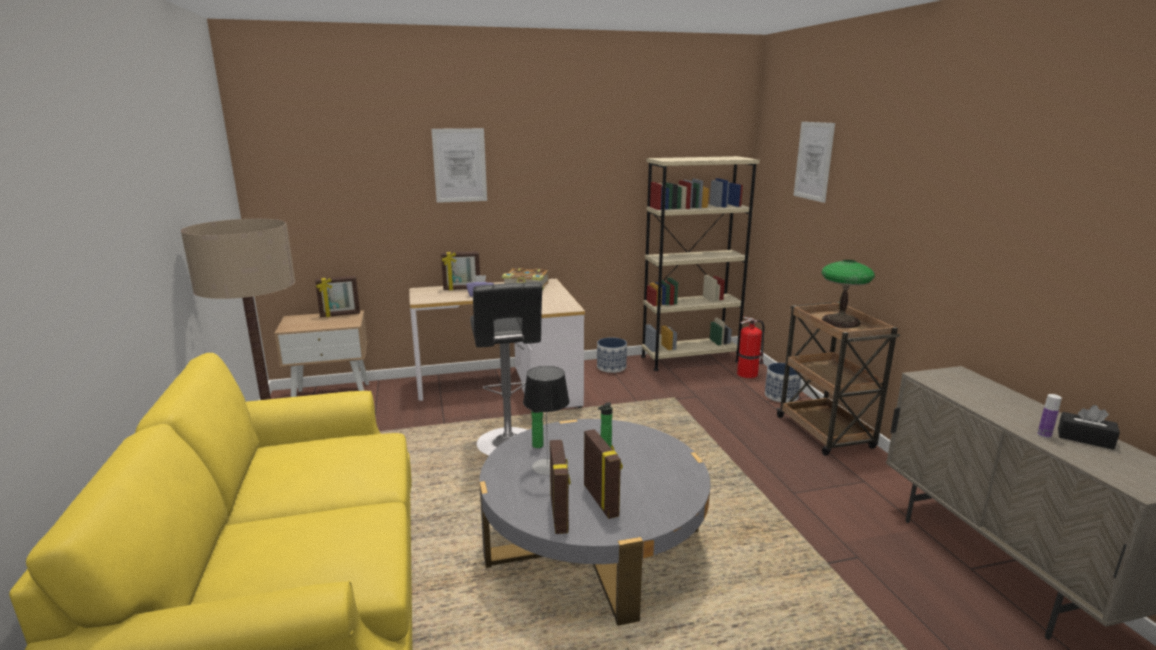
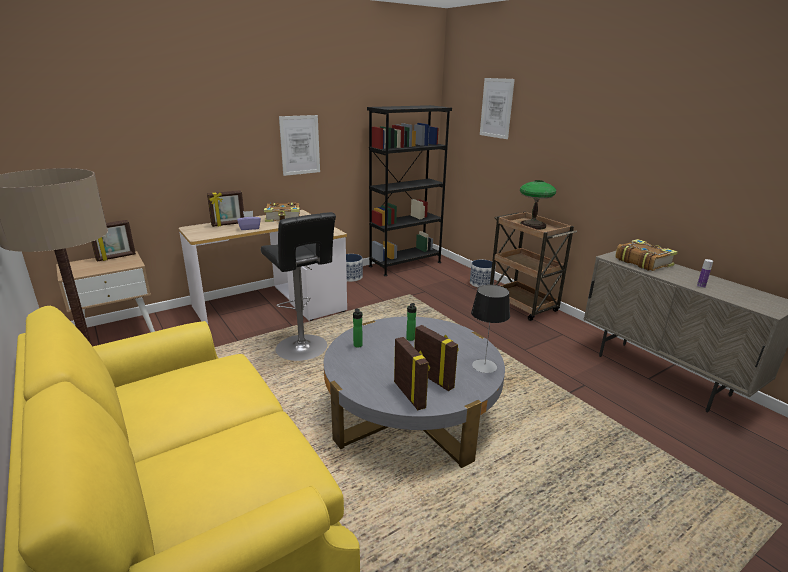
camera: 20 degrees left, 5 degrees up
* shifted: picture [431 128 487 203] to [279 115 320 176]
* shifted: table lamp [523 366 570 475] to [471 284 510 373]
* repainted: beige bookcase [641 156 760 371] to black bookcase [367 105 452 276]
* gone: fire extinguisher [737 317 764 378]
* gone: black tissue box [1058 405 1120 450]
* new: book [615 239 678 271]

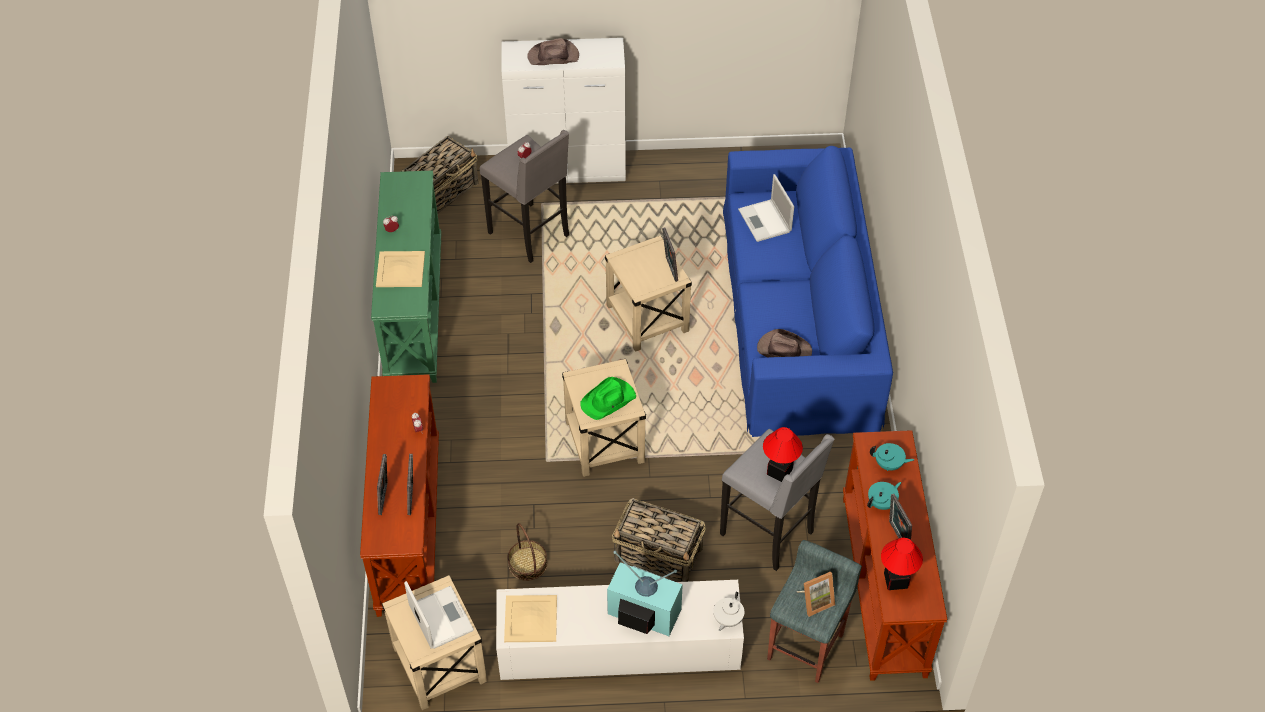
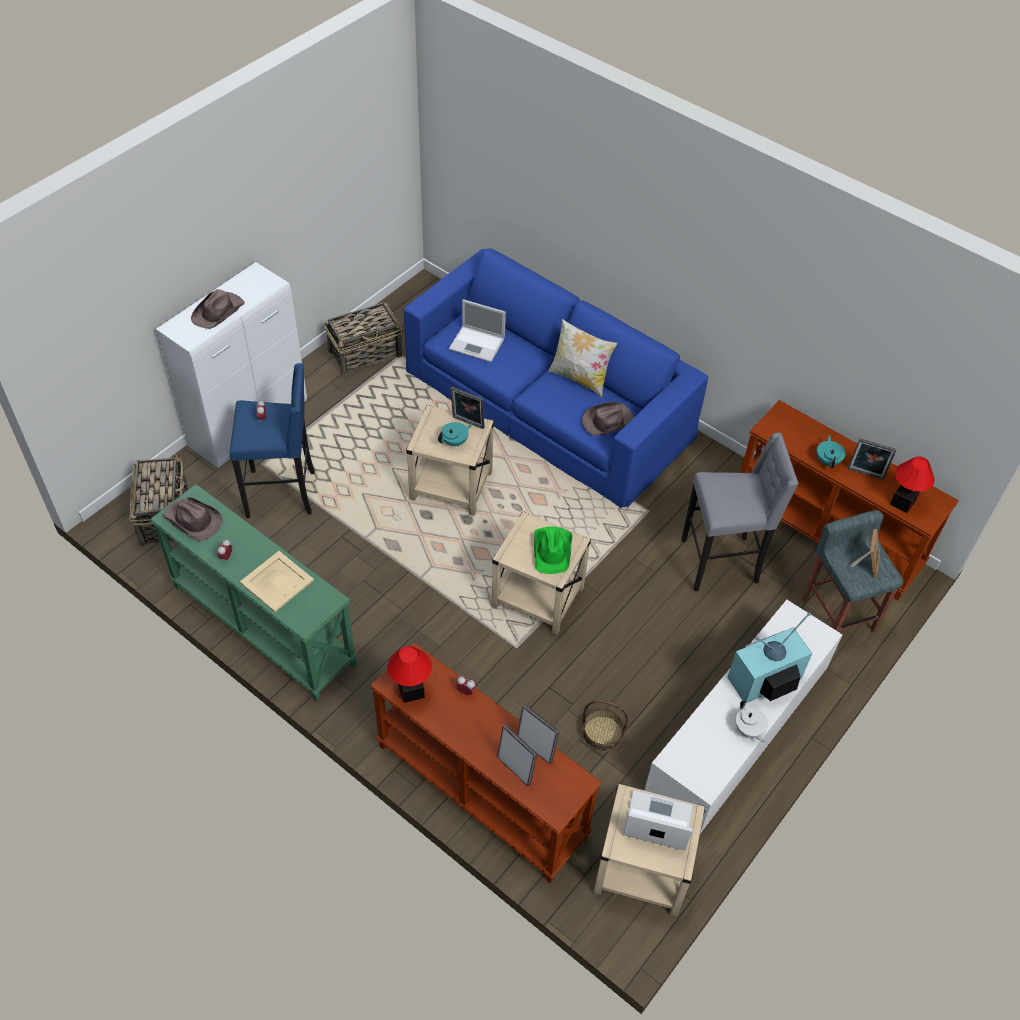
camera: 50 degrees left, 0 degrees up
* repainted: grey stool [480 130 569 263] to blue stool [230 363 315 518]
* gone: beige tray [504 595 557 642]
* shifted: basket [612 498 706 582] to [324 302 403 376]
* shifted: white teapot [713 591 744 631] to [736 700 768 743]
* shifted: table lamp [763 427 803 482] to [387 646 432 703]
* shifted: turquoise teapot [870 443 914 471] to [438 422 473 447]
* new: brown hat [163 497 223 541]
* new: pillow [548 319 618 397]

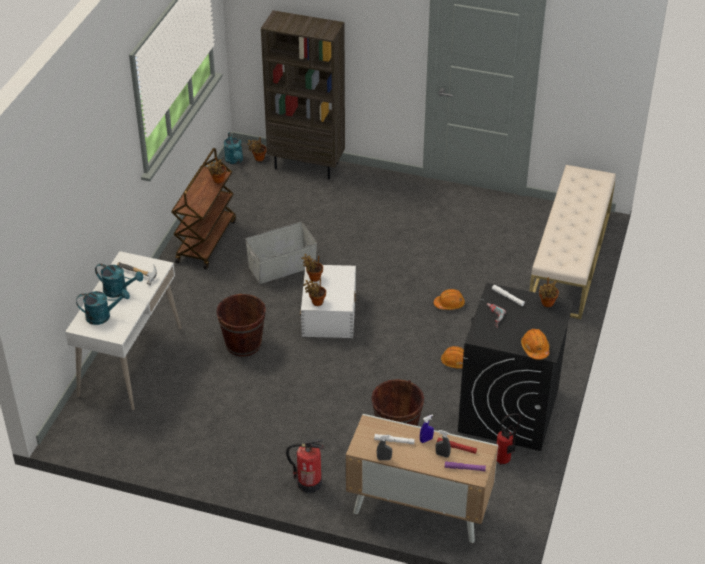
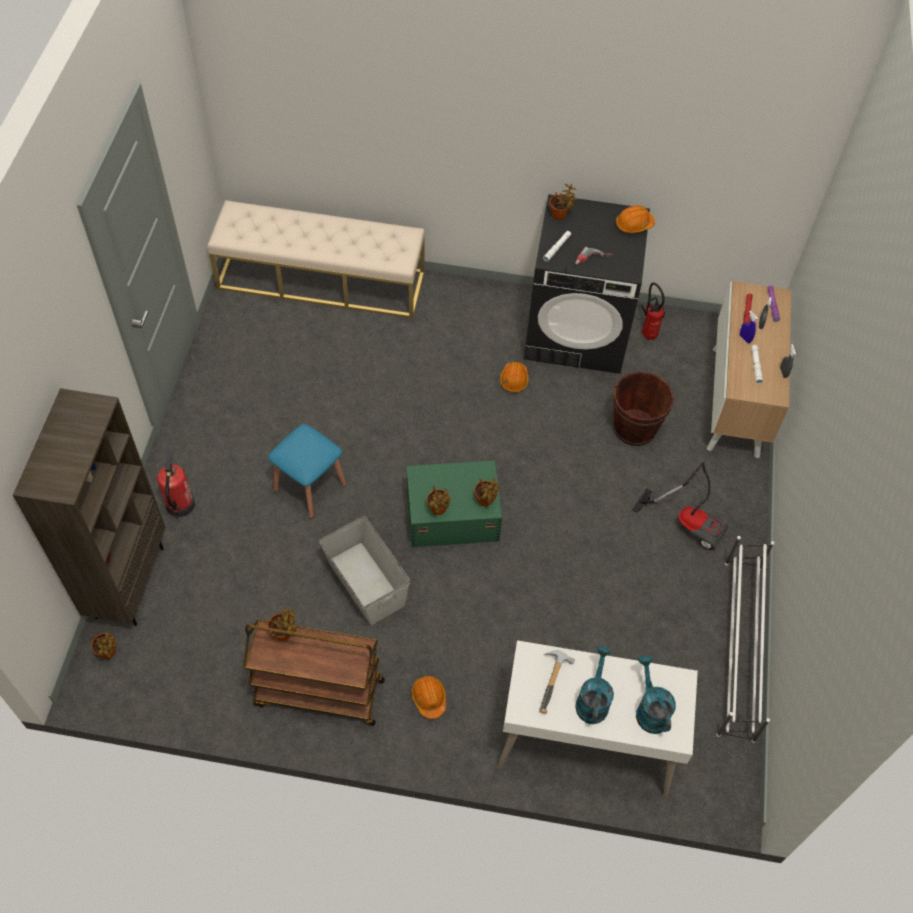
camera: 100 degrees left, 15 degrees up
* gone: brown bucket [216 294 266 357]
* gone: turquoise watering can [224 132 243 164]
* shifted: fire extinguisher [286 439 324 493] to [157 448 195 517]
* repainted: white storage box [300 265 356 338] to green storage box [407 461 502 547]
* shifted: orange hard hat [434 289 465 310] to [412 676 446 719]
* new: blue stool [268 424 346 519]
* new: vacuum cleaner [632 462 728 550]
* new: white shoe rack [716 536 774 743]

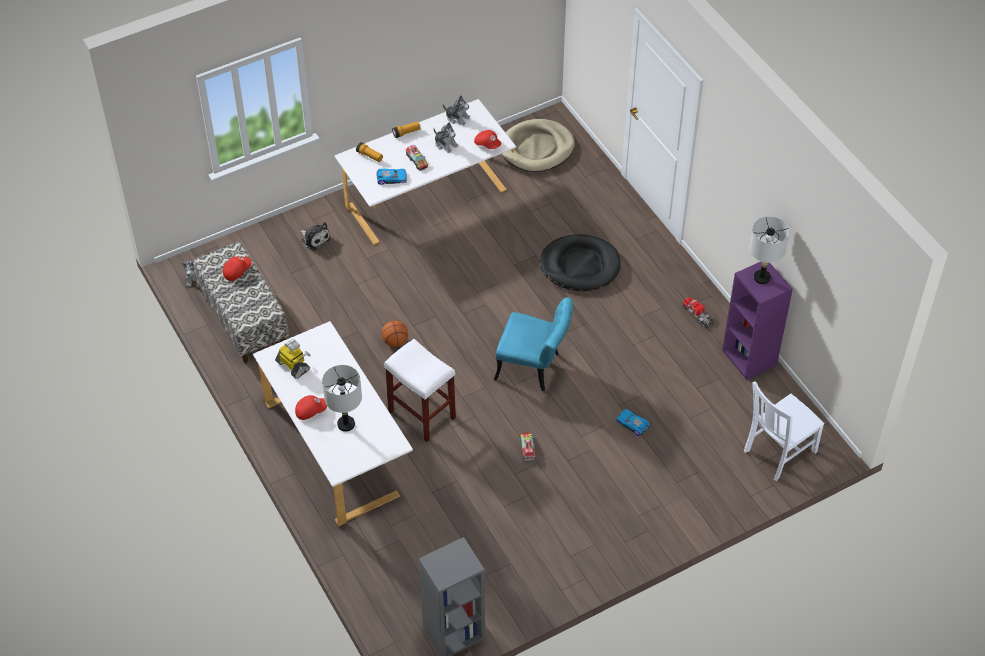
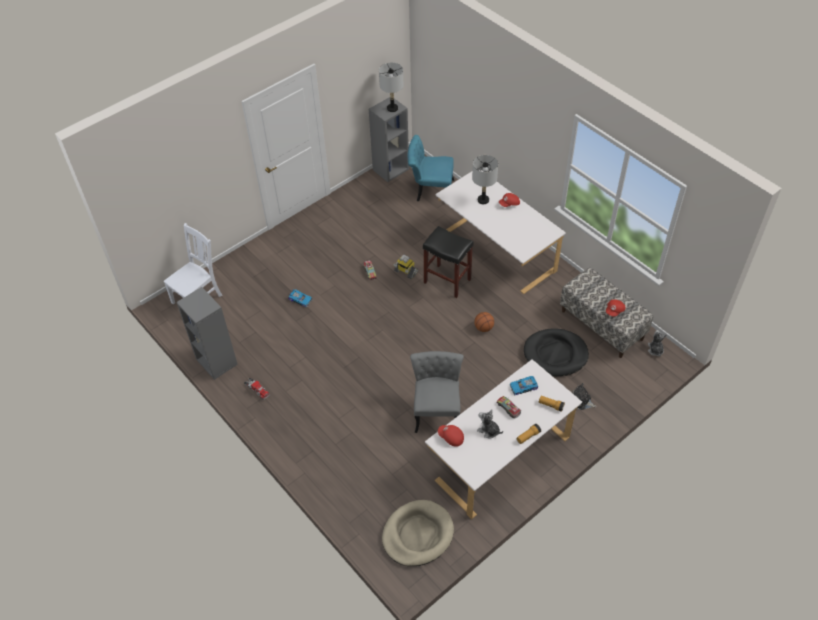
camera: 170 degrees right, 0 degrees up
* shifted: toy robot [275 338 310 379] to [393 255 418 279]
* repainted: white stool [384 339 456 442] to black stool [423 226 474 298]
* gone: plush toy [443 95 470 126]
* shifted: turquoise chair [494 297 573 391] to [407 135 454 201]
* shifted: black dog bed [540 234 621 291] to [524 328 589 377]
* repainted: purple bookcase [722 261 793 380] to grey bookcase [177 287 238 380]
* shifted: grey table lamp [749 216 789 284] to [379 62 404 112]
* new: grey chair [410 351 464 433]

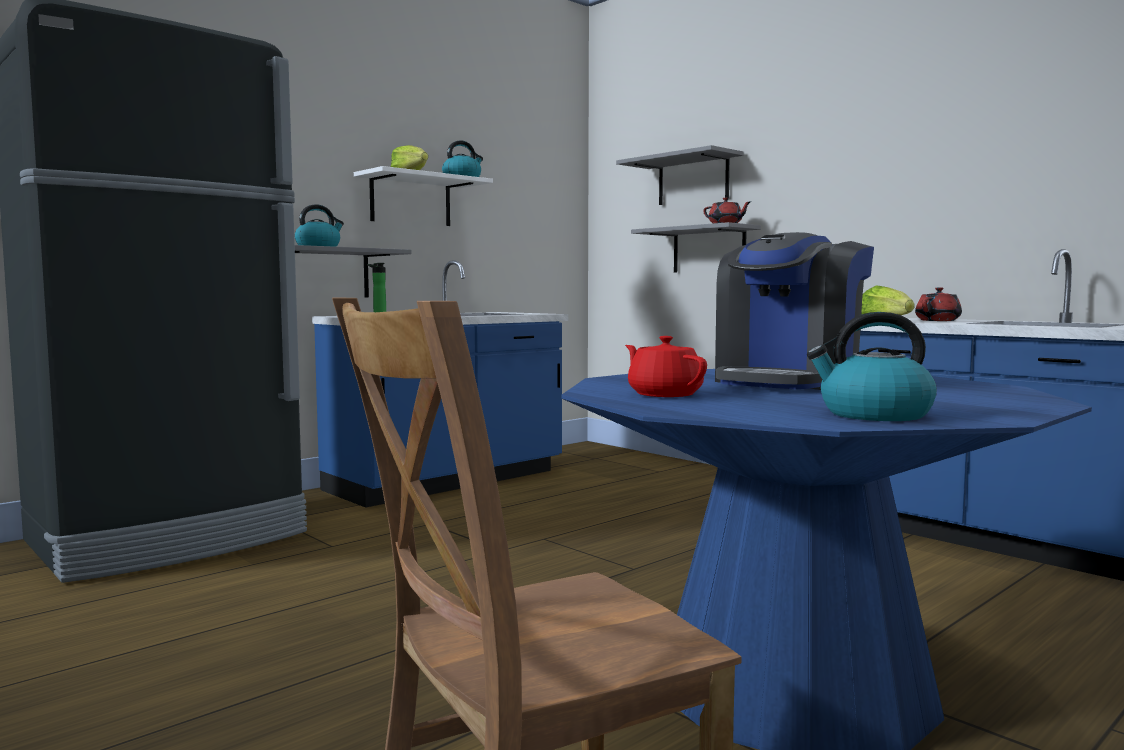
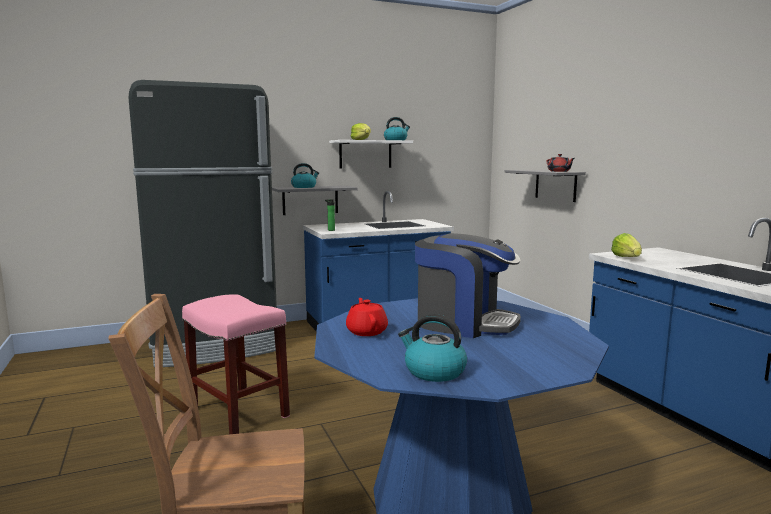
camera: 20 degrees right, 5 degrees up
* gone: grey shelf [616 145 744 205]
* rotated: coffee machine [715 232 874 390] = [415 233 521 338] 120 degrees counterclockwise
* gone: red teapot [915 287 962 321]
* new: pink stool [182 294 290 435]

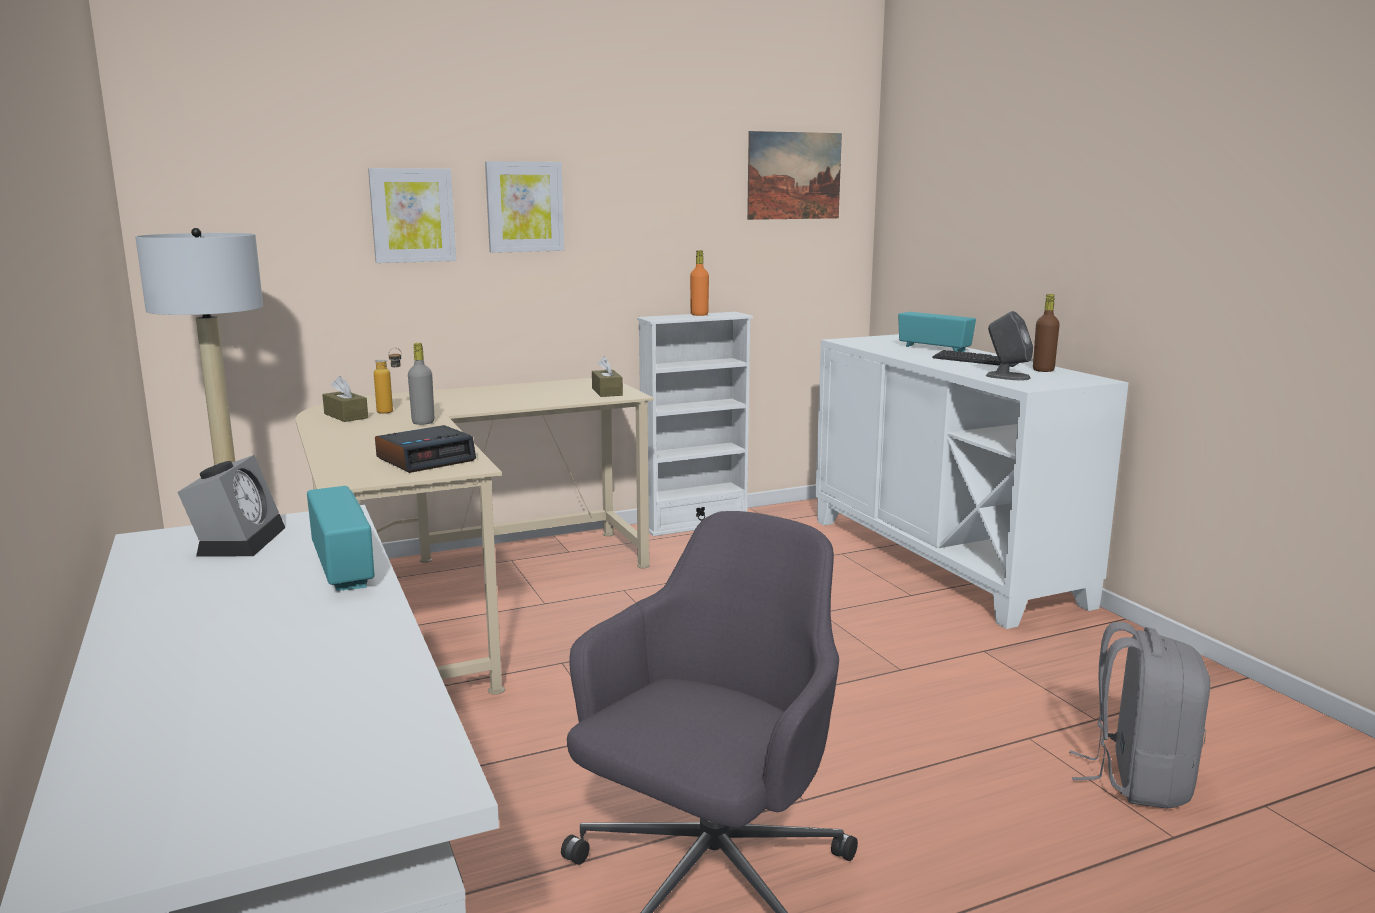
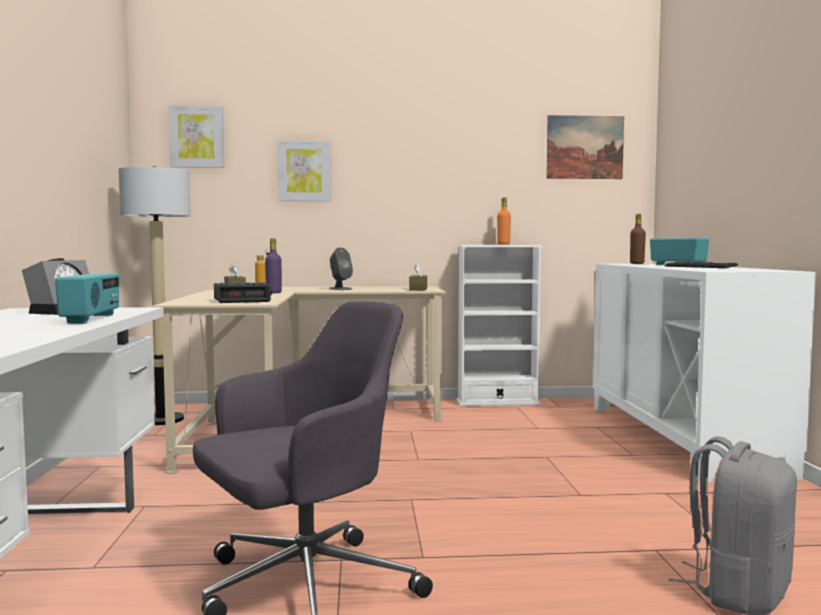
camera: 20 degrees right, 10 degrees down
* repainted: grey bottle [408 343 434 425] to purple bottle [265 238 282 293]
* shifted: picture [485 161 564 253] to [168 105 224 168]
* shifted: grey speaker [986 311 1033 380] to [329 248 353 290]
* shifted: brown bottle [1033 294 1060 372] to [630 214 646 264]

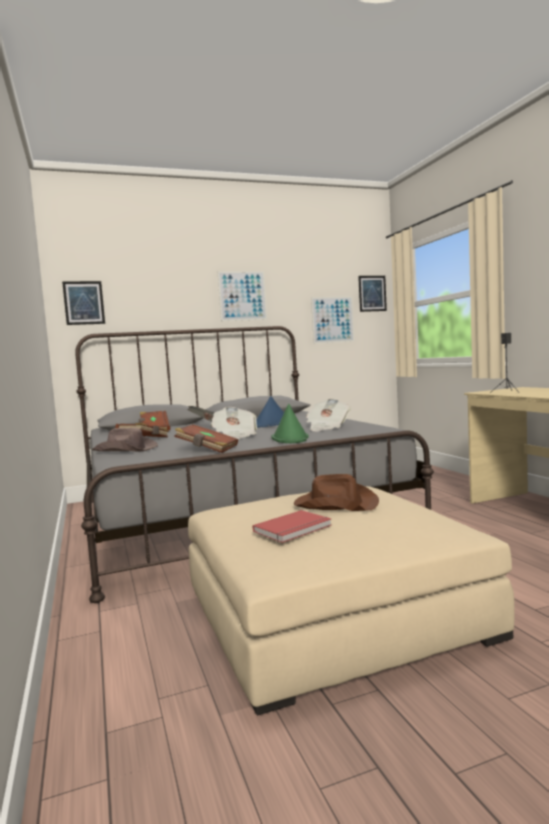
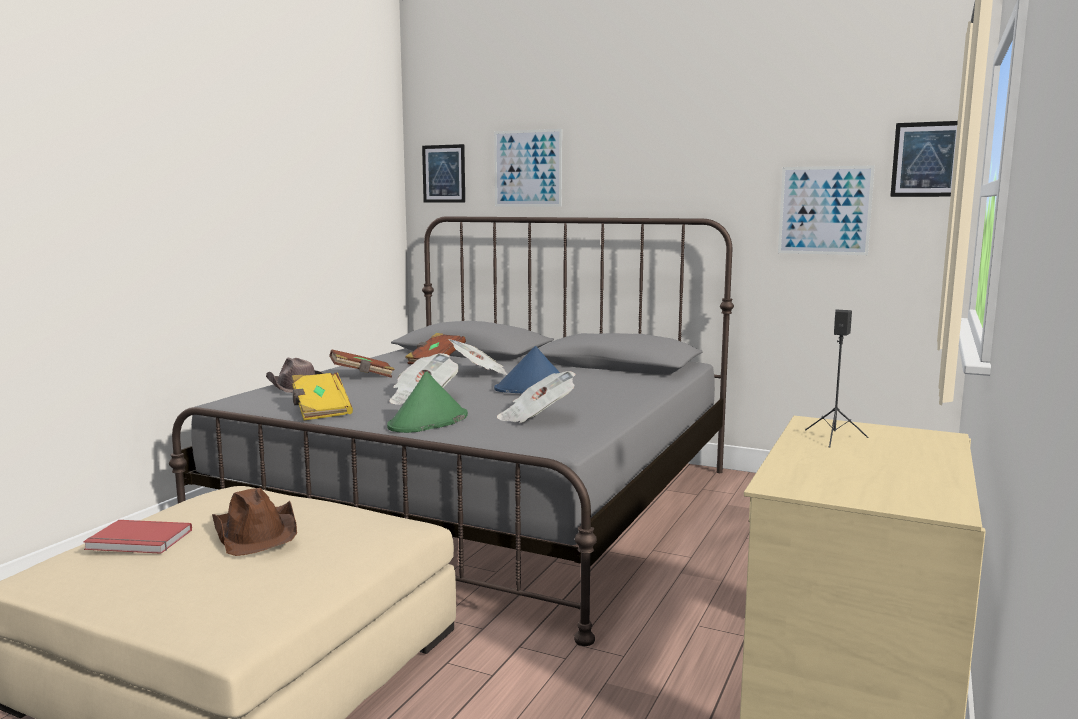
camera: 45 degrees right, 5 degrees up
* repainted: brown book [174 424 238 453] to yellow book [291 373 353 420]
* shifted: picture [217 271 267 321] to [494 129 562 207]

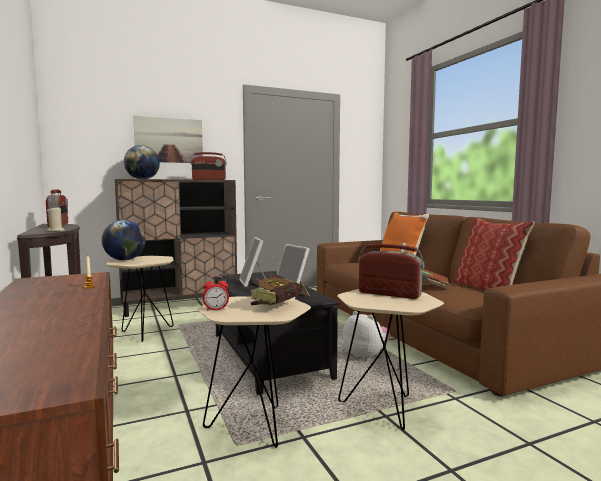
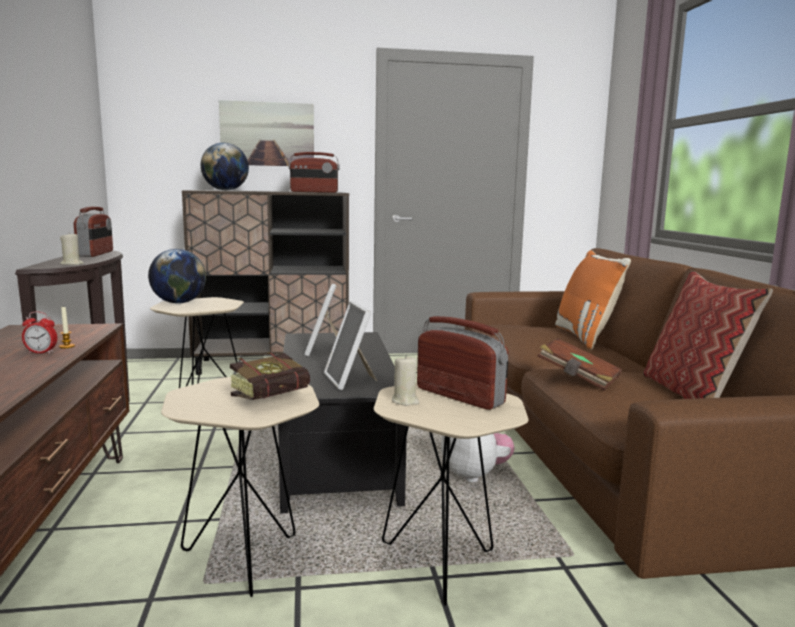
camera: 15 degrees right, 5 degrees up
* shifted: alarm clock [203 276 229 311] to [22 311 57 354]
* new: beige candle [392 355 419 406]

